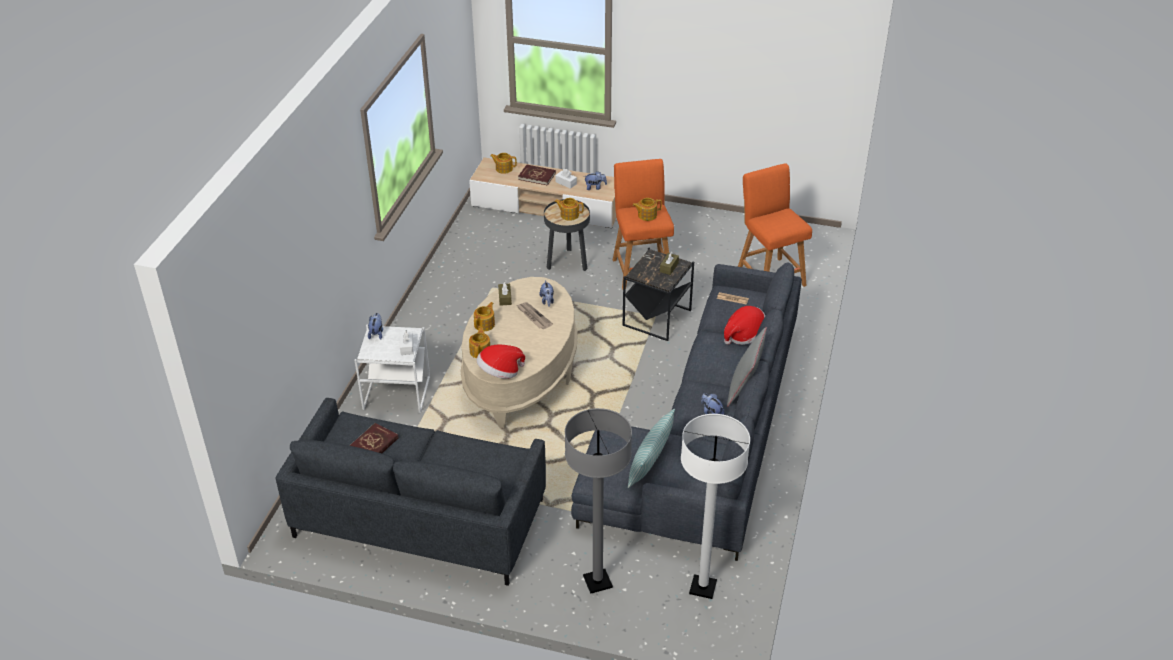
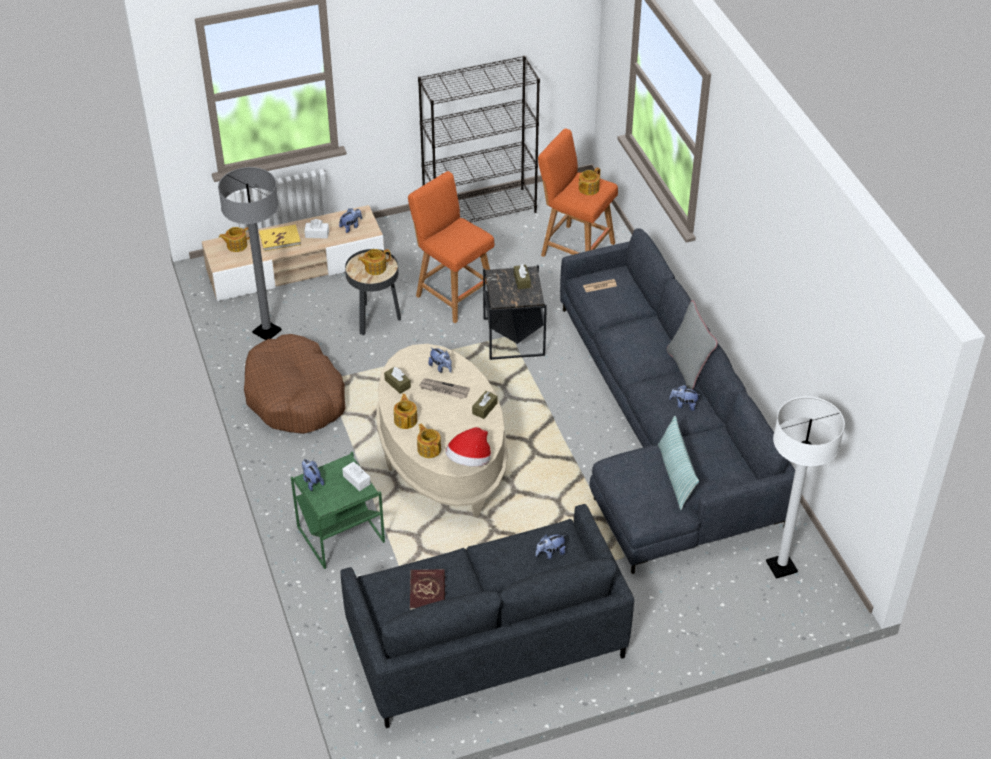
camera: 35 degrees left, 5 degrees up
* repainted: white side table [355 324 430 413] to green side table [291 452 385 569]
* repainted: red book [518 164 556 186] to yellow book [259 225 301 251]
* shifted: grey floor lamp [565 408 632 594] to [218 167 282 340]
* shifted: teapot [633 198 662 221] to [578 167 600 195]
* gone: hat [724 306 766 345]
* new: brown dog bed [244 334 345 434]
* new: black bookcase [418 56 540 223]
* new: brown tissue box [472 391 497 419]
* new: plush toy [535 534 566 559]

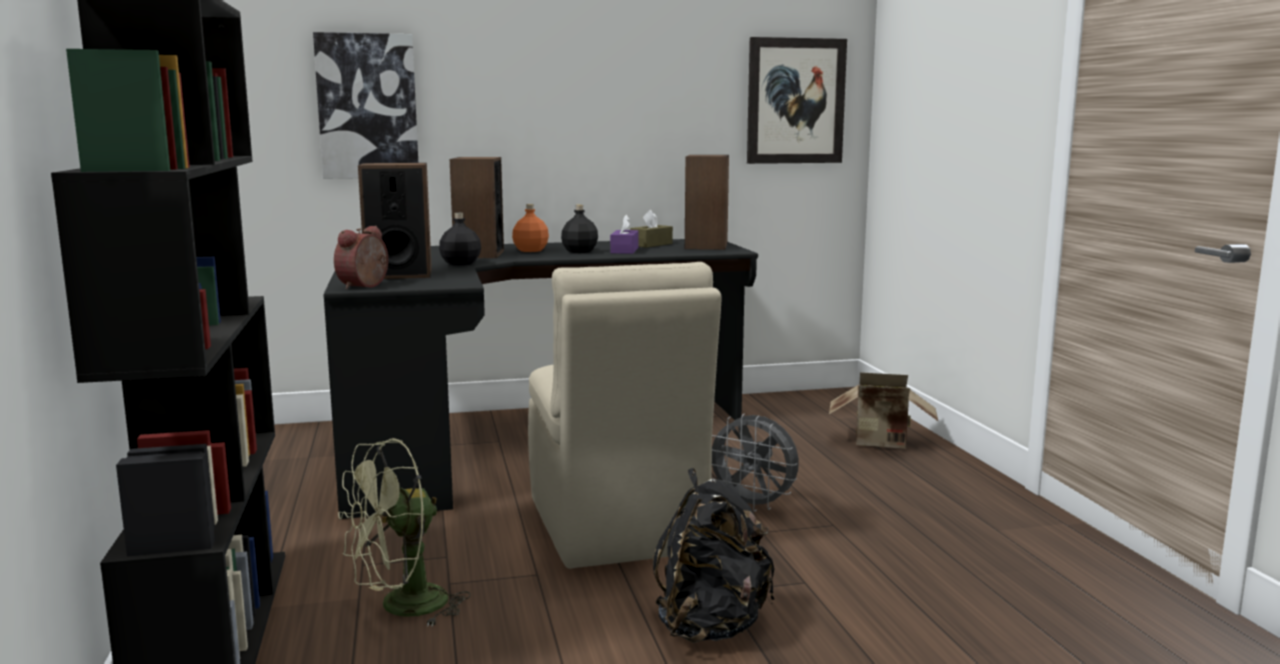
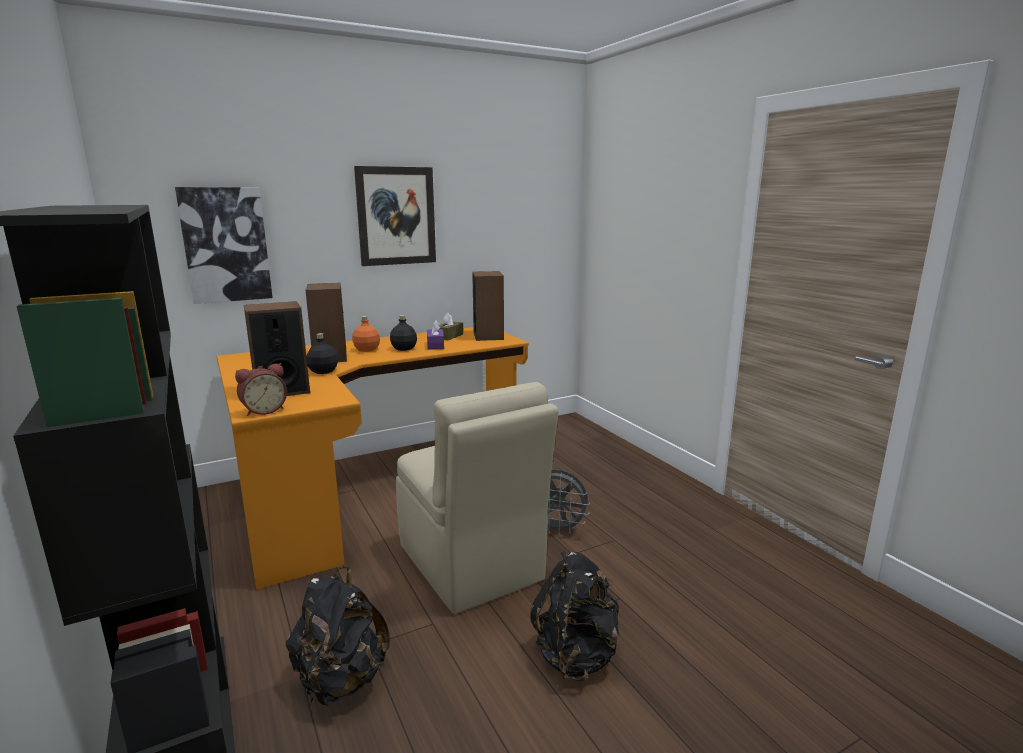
camera: 15 degrees left, 5 degrees up
* repainted: black desk [323 239 758 519] to orange desk [216 327 529 590]
* rotated: alarm clock [334 226 388 290] = [235 363 287 416] 135 degrees counterclockwise
* swapped: green fan [338 438 471 627] to black backpack [286 567 390 706]
* shifted: picture [747 37 847 164] to [354 166 436 266]
* gone: cardboard box [829 372 939 449]

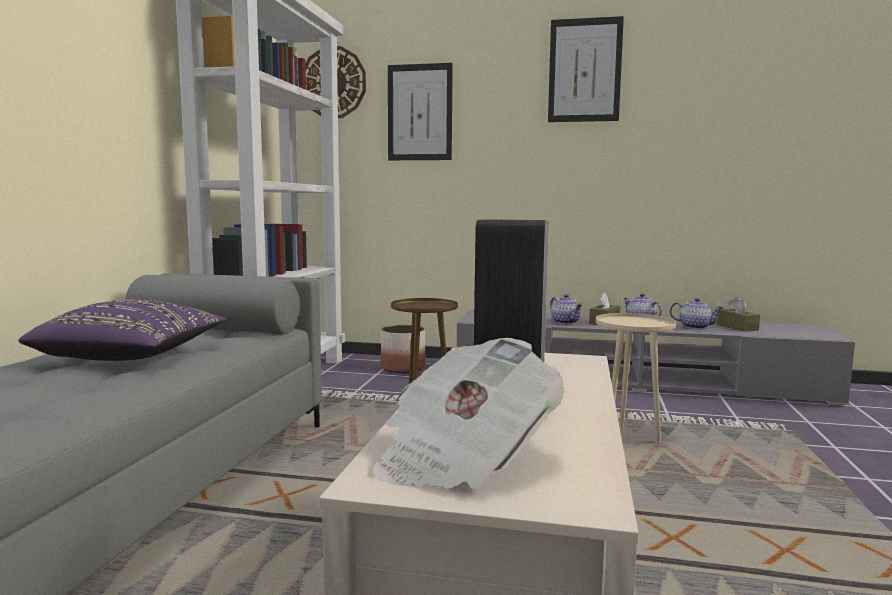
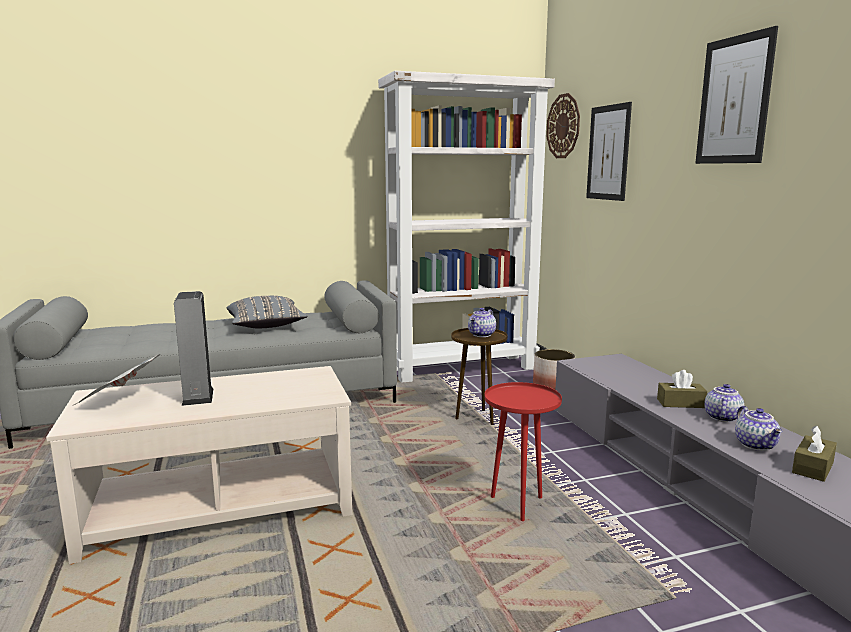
camera: 60 degrees right, 5 degrees up
* repainted: purple pillow [18 299 226 361] to grey pillow [226 295 307 328]
* shifted: teapot [550 294 583 324] to [468 308 496 337]
* repainted: beige side table [596 313 676 443] to red side table [484 382 562 521]

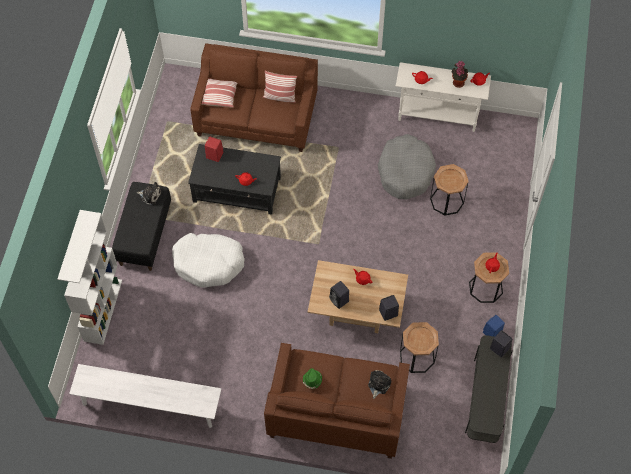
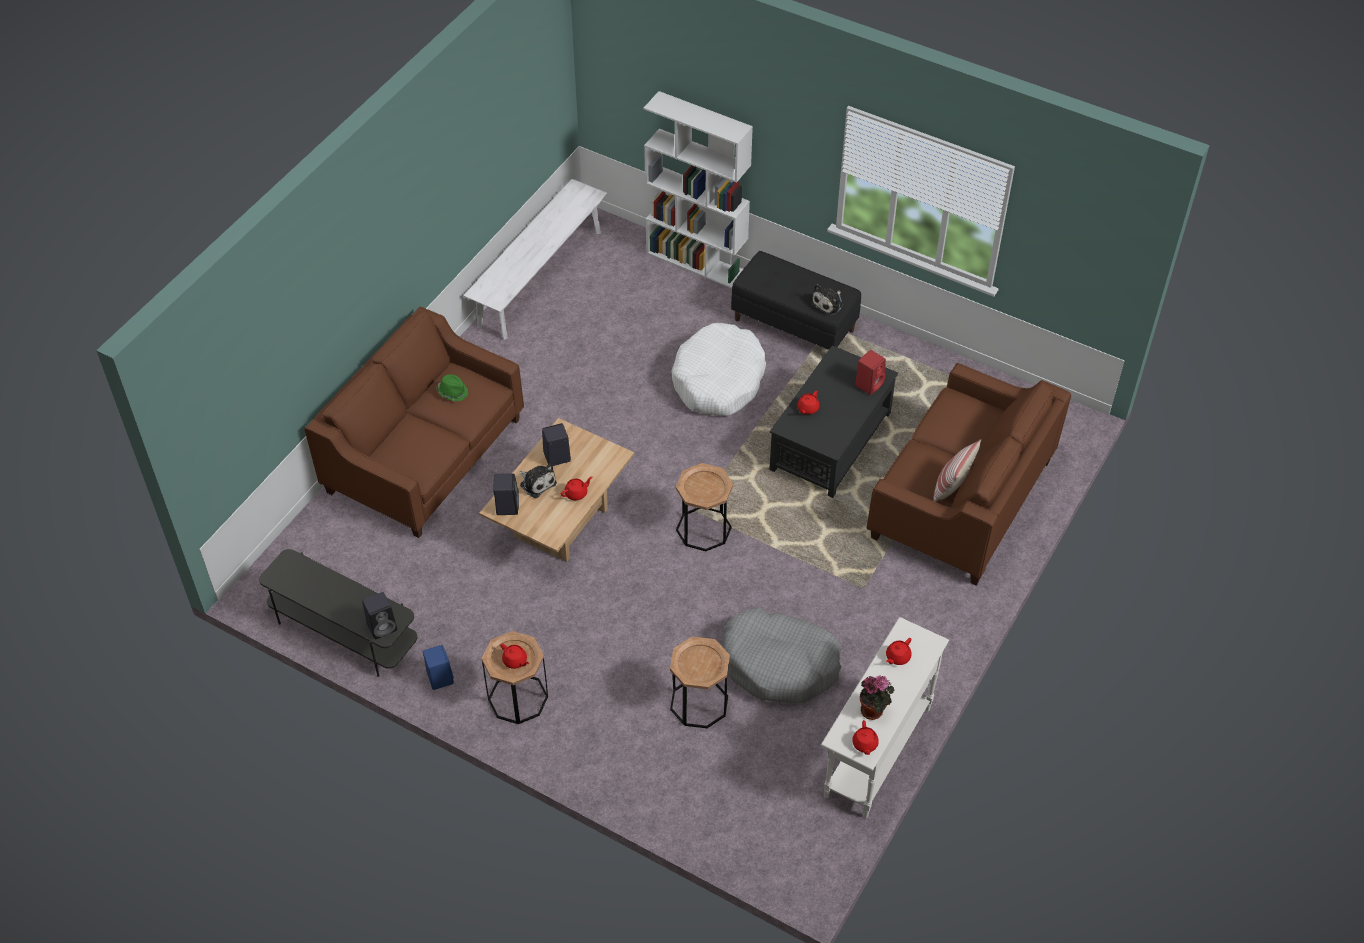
camera: 110 degrees right, 10 degrees down
* gone: pillow [202 78 238 108]
* shifted: plush toy [368 370 392 399] to [519 463 557 498]
* shifted: brown side table [400 322 439 373] to [676 463 733 551]

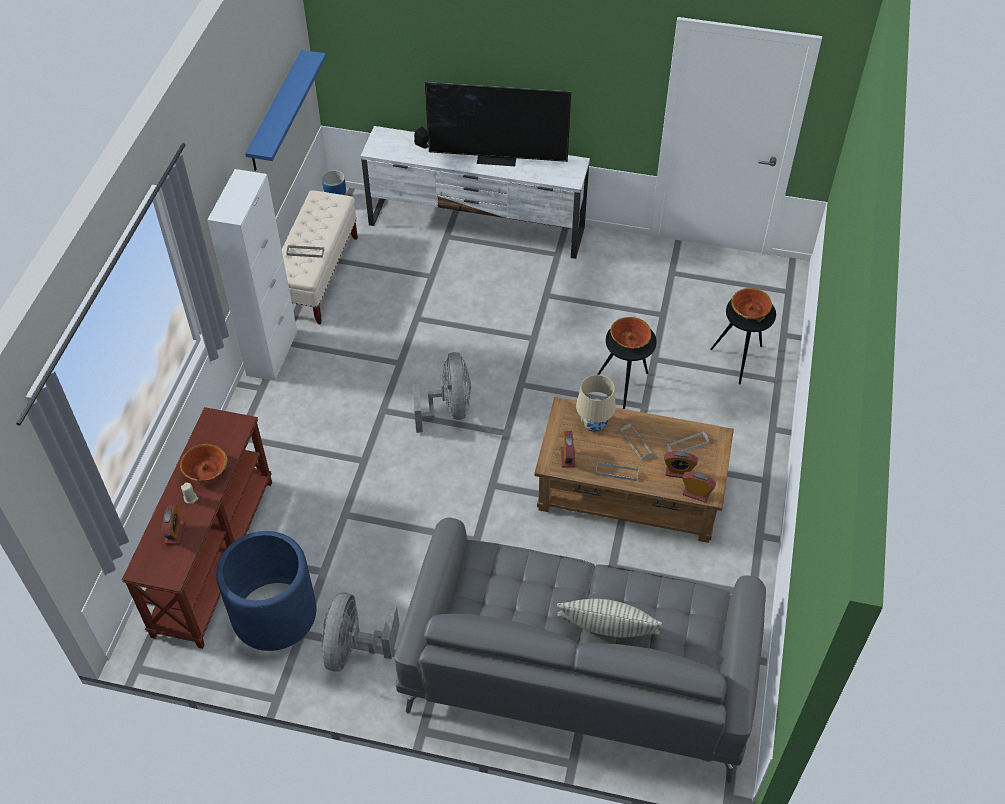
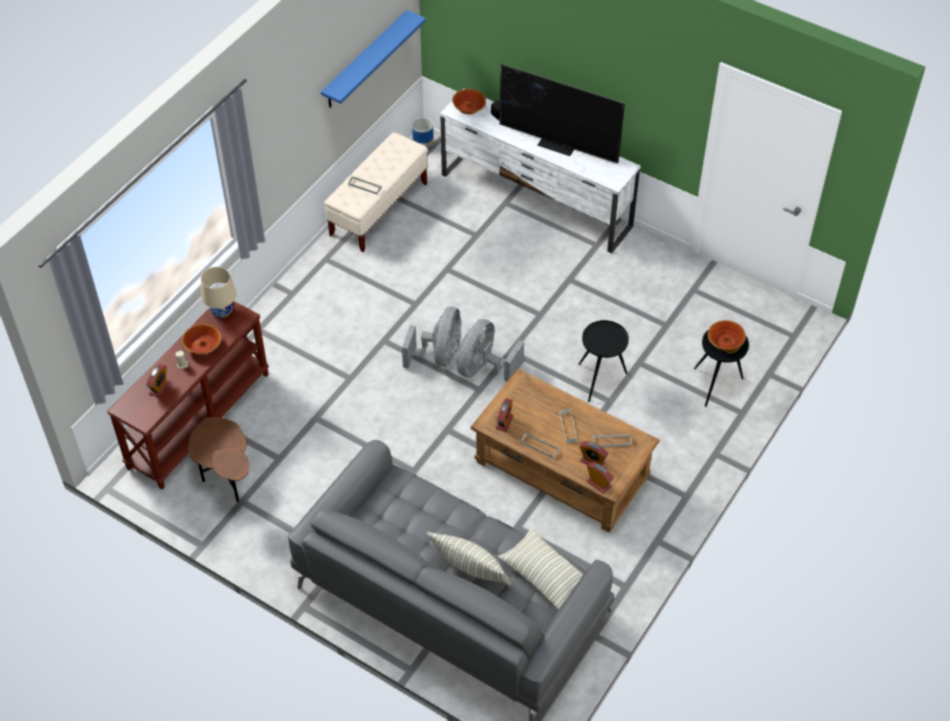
camera: 20 degrees right, 0 degrees up
* gone: white cabinet [207 169 297 381]
* swapped: blue planter [216 531 317 651] to brown side table [188 417 249 502]
* shifted: grey fan [321 592 399 672] to [457 319 524 382]
* shifted: beige table lamp [576 375 616 432] to [201 267 237 318]
* shifted: bowl [610 317 651 349] to [452 89 486 114]
* new: pillow [498 528 583 609]

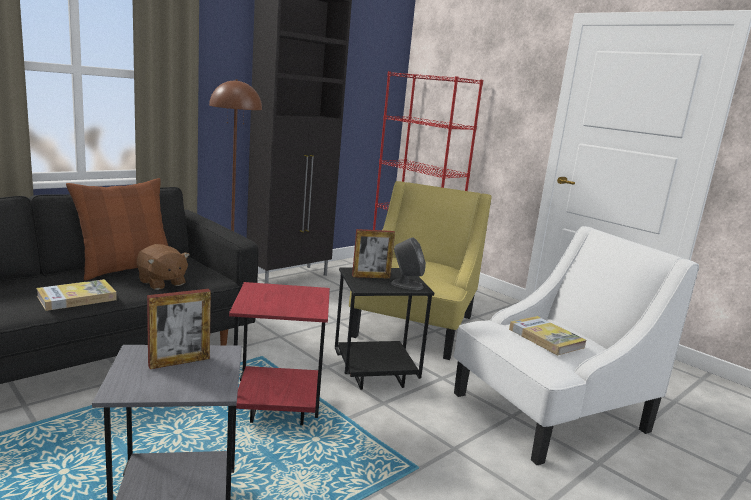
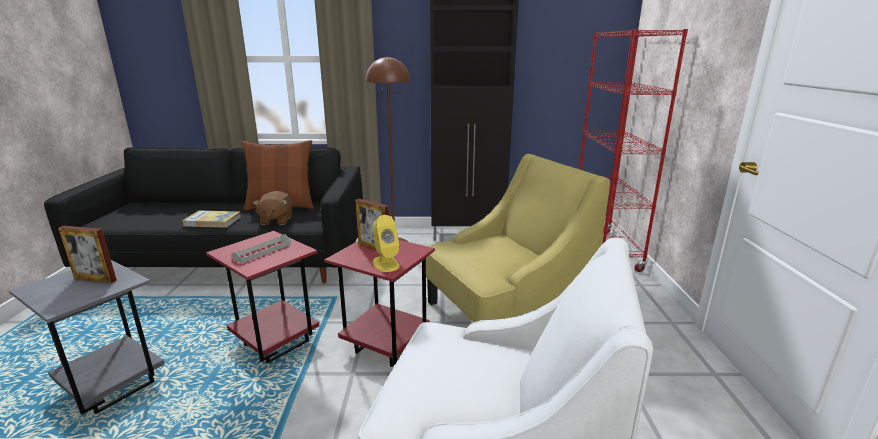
camera: 45 degrees right, 5 degrees up
* repainted: black side table [335 267 434 390] to red side table [324 240 435 367]
* repainted: grey speaker [391 237 426 290] to yellow speaker [372 215 400 272]
* gone: book [509 316 587 355]
* new: grey tray [231 234 291 263]

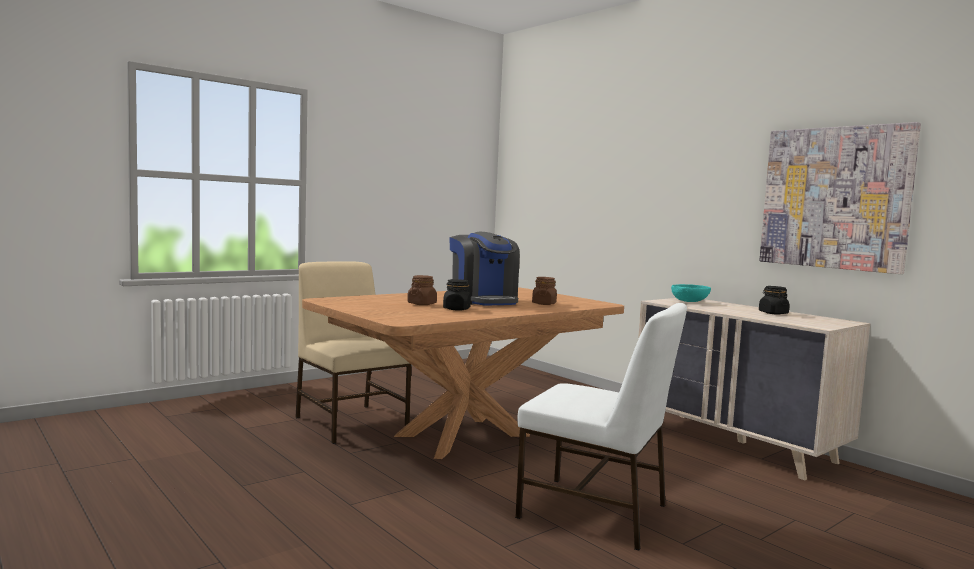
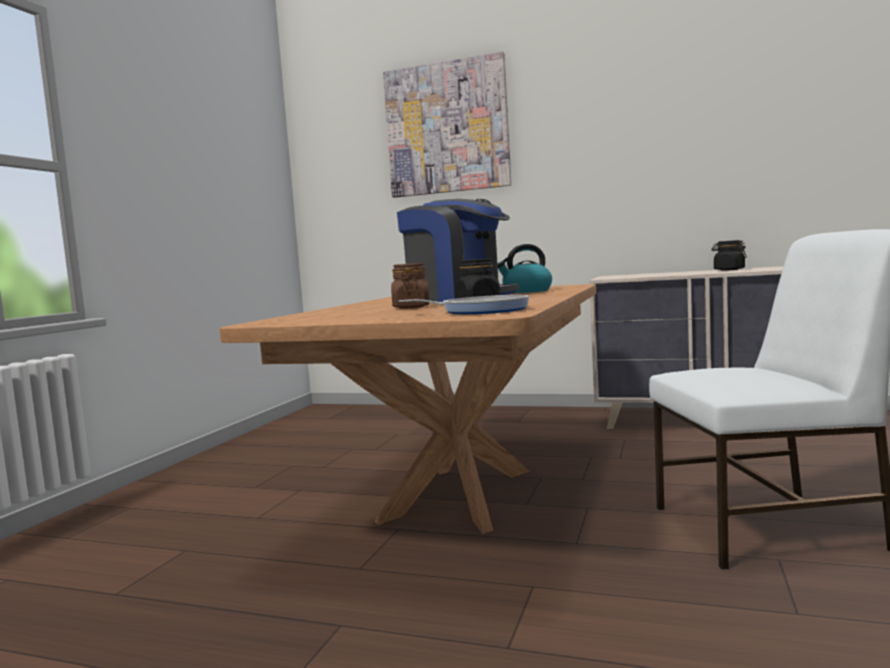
camera: 30 degrees left, 0 degrees up
* gone: beige chair [295 261 411 444]
* swapped: brown jar [532 277 557 305] to kettle [498 244 552 293]
* gone: turquoise bowl [671 284 711 302]
* shifted: picture [759 122 921 274] to [383 51 512 198]
* new: frying pan [399 295 530 314]

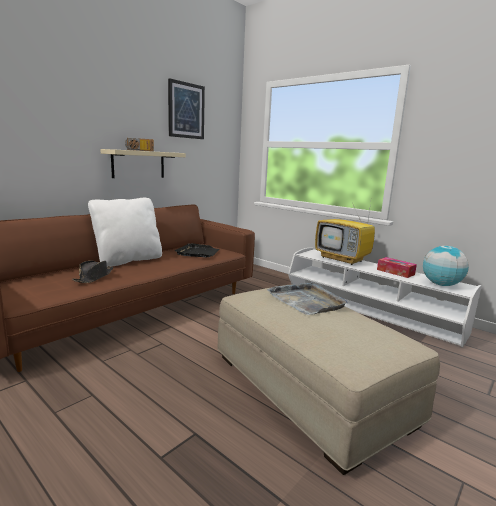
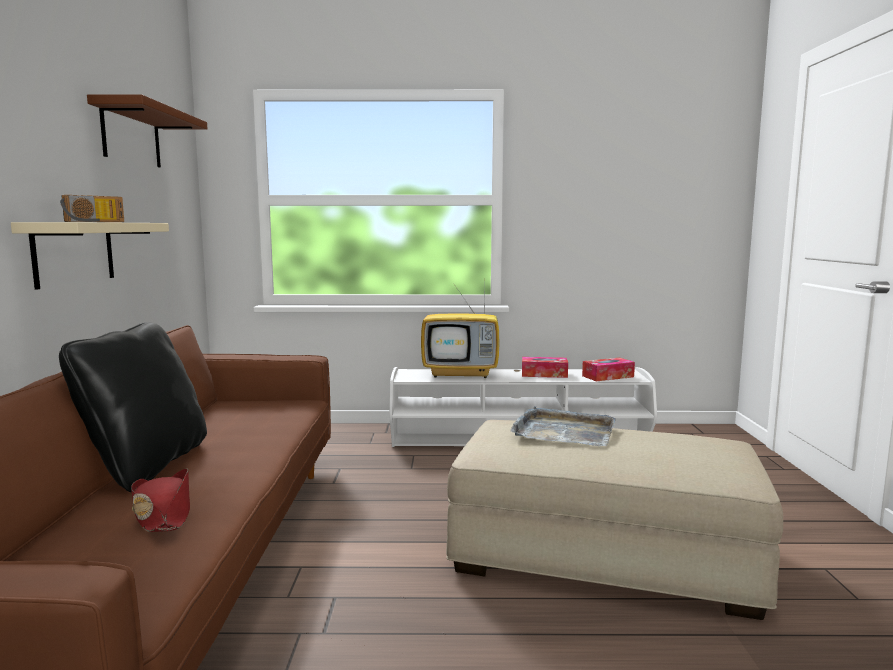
camera: 40 degrees left, 5 degrees down
* repainted: black hat [72 260 113 283] to red hat [131 468 190 532]
* repainted: white pillow [88 198 162 267] to black pillow [59 322 207 492]
* swapped: picture [168 78 205 139] to brown shelf [87 94 207 168]
* gone: black tray [175 243 219 257]
* swapped: globe [423 246 469 286] to tissue box [582 358 635 381]

